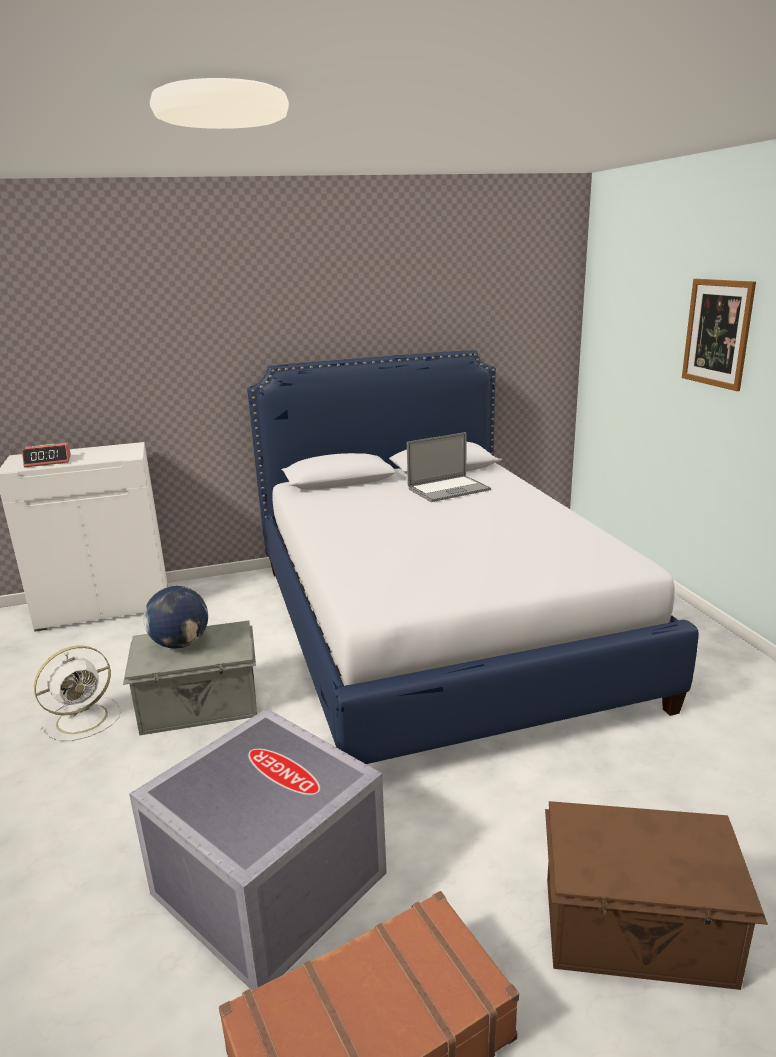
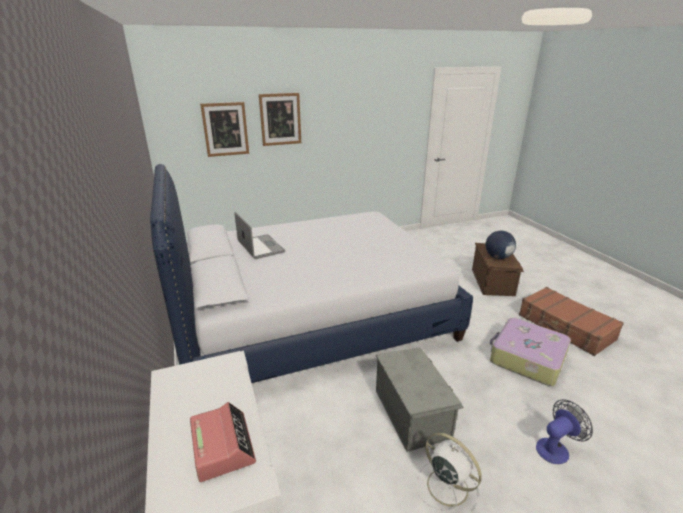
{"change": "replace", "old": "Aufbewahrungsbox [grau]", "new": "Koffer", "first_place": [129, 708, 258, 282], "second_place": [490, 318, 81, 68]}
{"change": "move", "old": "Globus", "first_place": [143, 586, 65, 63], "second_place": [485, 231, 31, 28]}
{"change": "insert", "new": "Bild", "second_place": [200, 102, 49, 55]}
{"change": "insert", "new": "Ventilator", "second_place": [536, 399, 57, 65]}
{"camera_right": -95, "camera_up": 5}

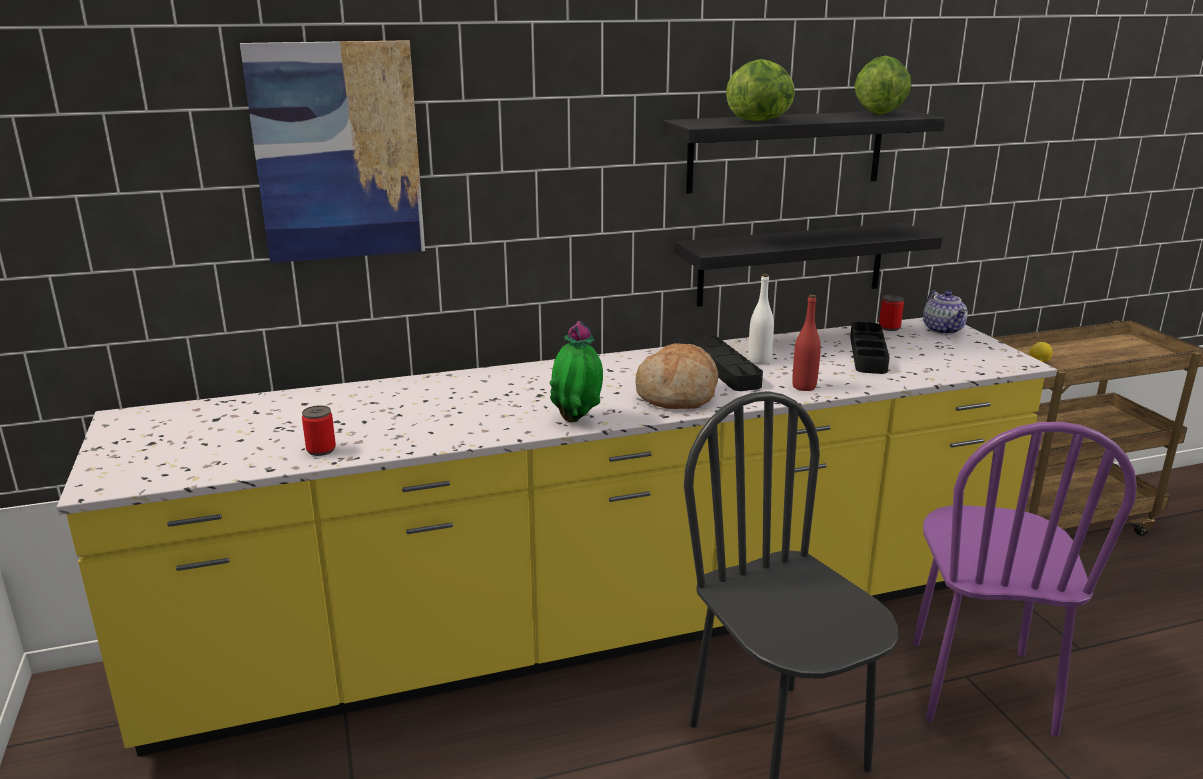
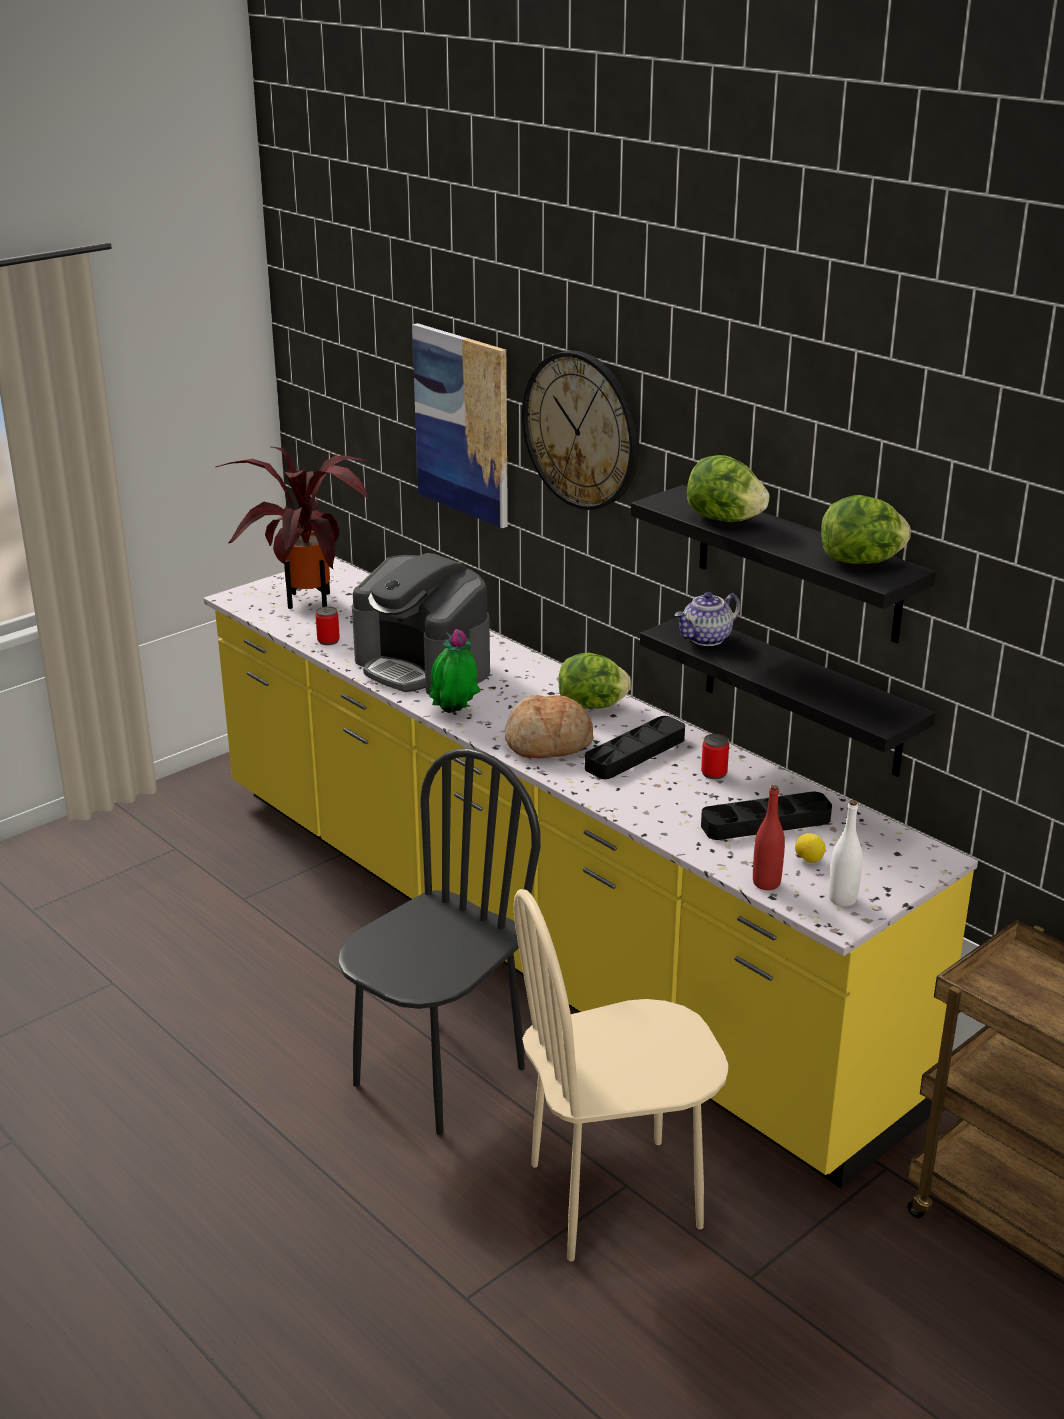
{"change": "move", "old": "Flasche [weiß]", "first_place": [748, 274, 26, 91], "second_place": [829, 800, 34, 107]}
{"change": "move", "old": "Flasche [rot]", "first_place": [792, 295, 29, 96], "second_place": [753, 785, 32, 105]}
{"change": "move", "old": "Dose", "first_place": [879, 295, 25, 36], "second_place": [701, 734, 28, 45]}
{"change": "recolor", "old": "Stuhl [lila]", "new": "Stuhl [beige]", "first_place": [913, 422, 224, 315], "second_place": [514, 889, 215, 372]}
{"change": "move", "old": "Teekanne", "first_place": [923, 291, 45, 44], "second_place": [674, 592, 67, 54]}
{"change": "move", "old": "Zitrone", "first_place": [1029, 342, 24, 20], "second_place": [795, 833, 30, 30]}
{"change": "insert", "new": "Topfpflanze", "second_place": [216, 447, 152, 162]}
{"change": "insert", "new": "Kaffeemaschine", "second_place": [352, 553, 138, 142]}
{"change": "insert", "new": "Wanduhr", "second_place": [522, 351, 117, 159]}
{"change": "insert", "new": "Salatkopf", "second_place": [559, 653, 72, 56]}
{"camera_right": 65, "camera_up": 5}

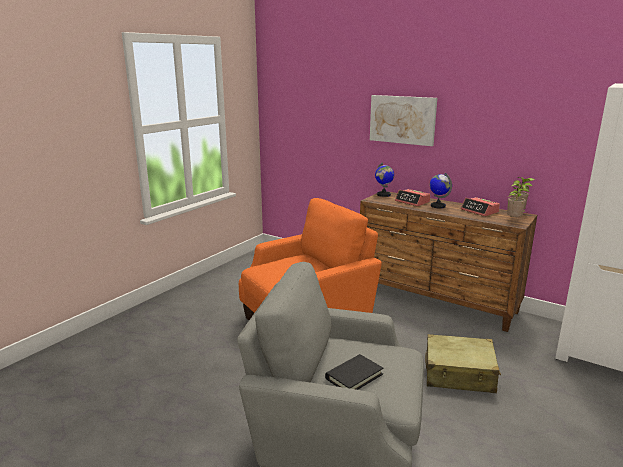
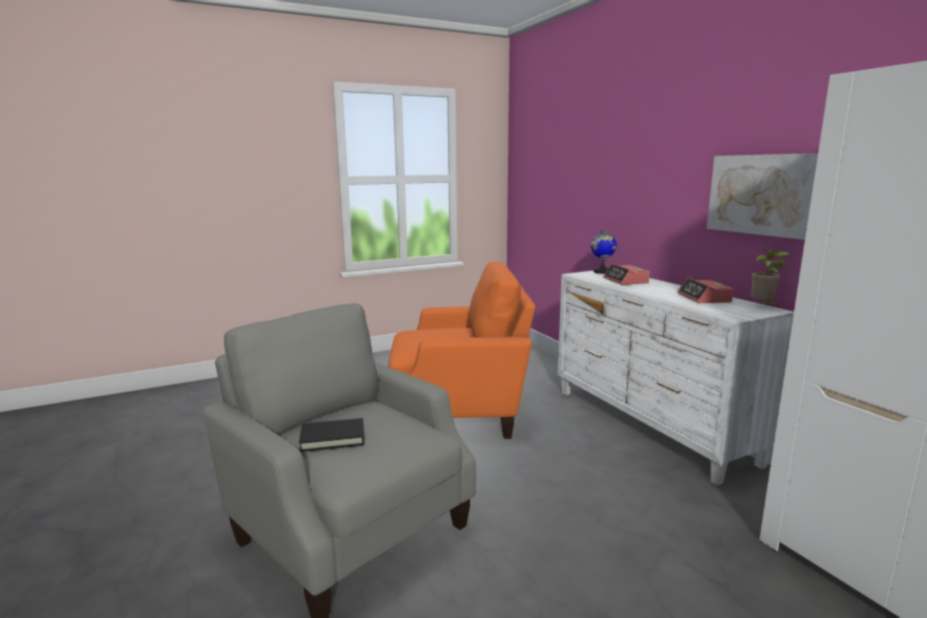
{"change": "recolor", "old": "Kommode [braun]", "new": "Kommode [weiß]", "first_place": [360, 192, 177, 140], "second_place": [558, 271, 236, 215]}
{"change": "move", "old": "Bild", "first_place": [370, 95, 67, 51], "second_place": [707, 153, 111, 87]}
{"change": "delete", "old": "Koffer [beige]", "first_place": [425, 334, 76, 59]}
{"change": "delete", "old": "Globus", "first_place": [430, 173, 22, 35]}
{"change": "delete", "old": "Topfpflanze", "first_place": [507, 181, 19, 36]}
{"camera_right": 30, "camera_up": -5}

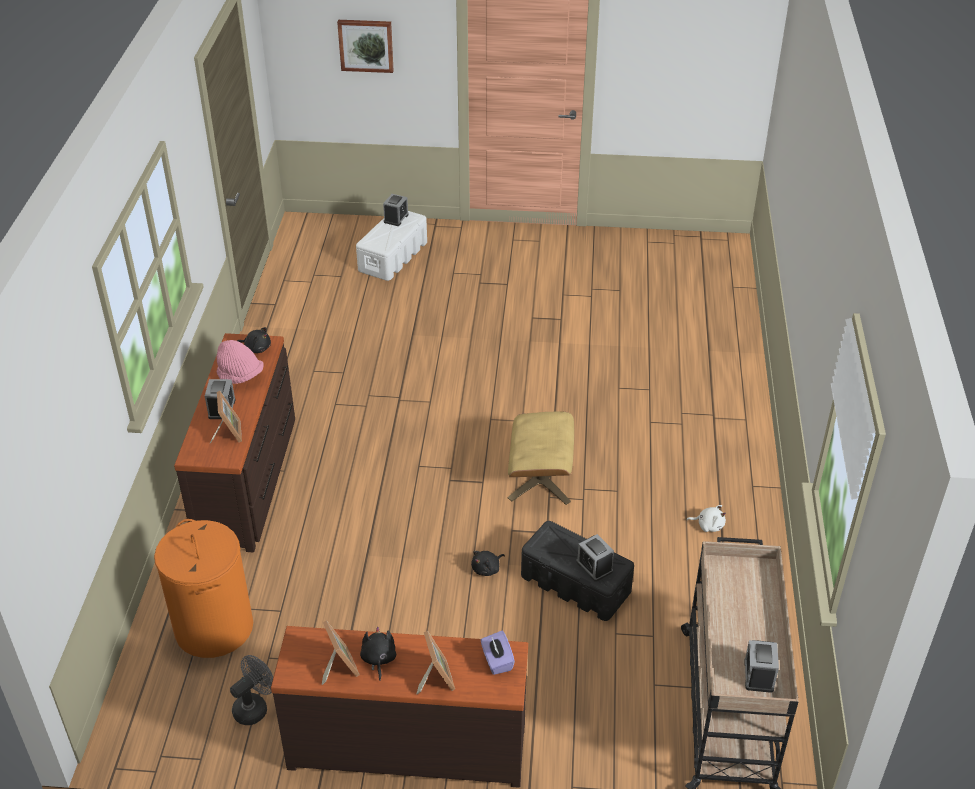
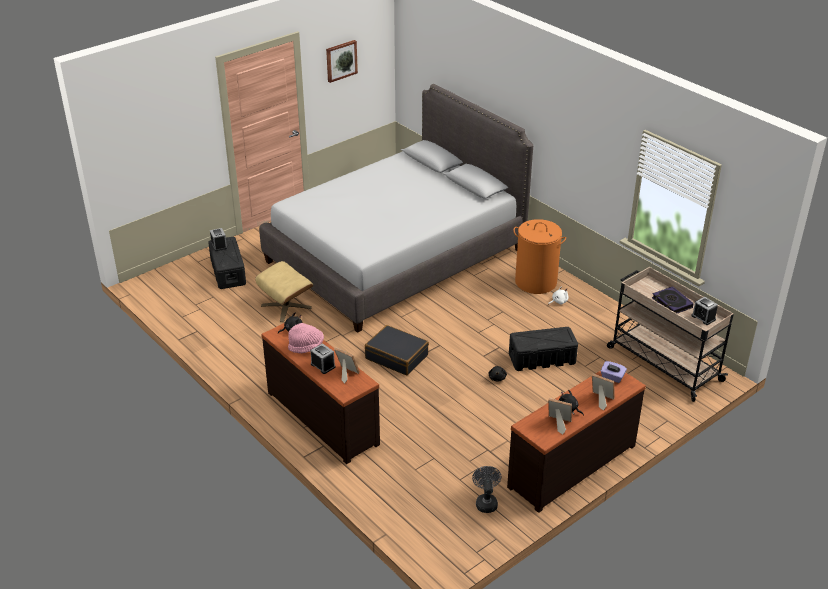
{"change": "move", "old": "Wäschekorb [orange]", "first_place": [154, 519, 99, 139], "second_place": [513, 219, 53, 75]}
{"change": "move", "old": "Bild", "first_place": [337, 20, 57, 53], "second_place": [326, 40, 32, 43]}
{"change": "recolor", "old": "Aufbewahrungsbox [weiß]", "new": "Aufbewahrungsbox [schwarz]", "first_place": [356, 211, 71, 70], "second_place": [208, 237, 38, 52]}
{"change": "move", "old": "Polsterhocker [beige]", "first_place": [508, 412, 66, 93], "second_place": [255, 261, 58, 61]}
{"change": "delete", "old": "Wecker", "first_place": [576, 534, 38, 48]}
{"change": "insert", "new": "Bett [grau]", "second_place": [259, 84, 274, 249]}
{"change": "insert", "new": "Koffer [schwarz]", "second_place": [365, 325, 64, 51]}
{"change": "insert", "new": "Buch", "second_place": [652, 286, 42, 27]}
{"camera_right": -45, "camera_up": -5}

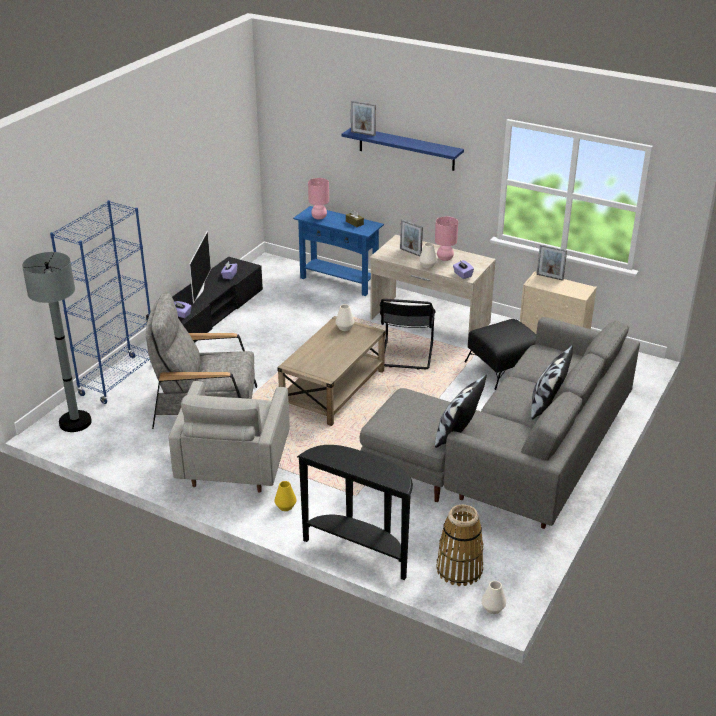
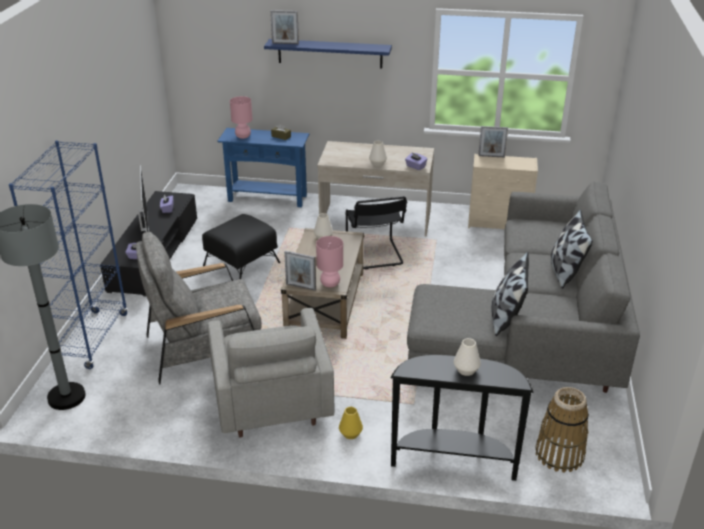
{"change": "move", "old": "Bilderrahmen", "first_place": [400, 219, 23, 37], "second_place": [284, 251, 32, 40]}
{"change": "move", "old": "Tischlampe [rosa]", "first_place": [435, 216, 23, 45], "second_place": [316, 236, 27, 52]}
{"change": "move", "old": "Polsterhocker [schwarz]", "first_place": [465, 319, 71, 71], "second_place": [202, 214, 78, 65]}
{"change": "move", "old": "Vase [weiß]", "first_place": [481, 581, 25, 33], "second_place": [454, 338, 27, 38]}
{"camera_right": -20, "camera_up": 0}

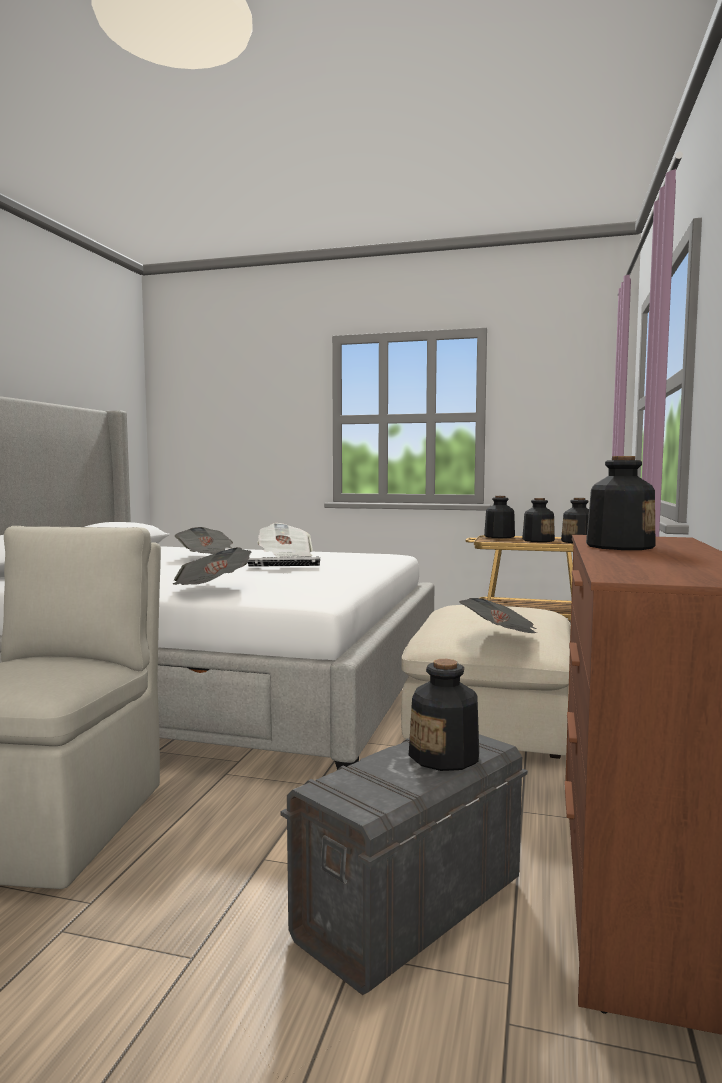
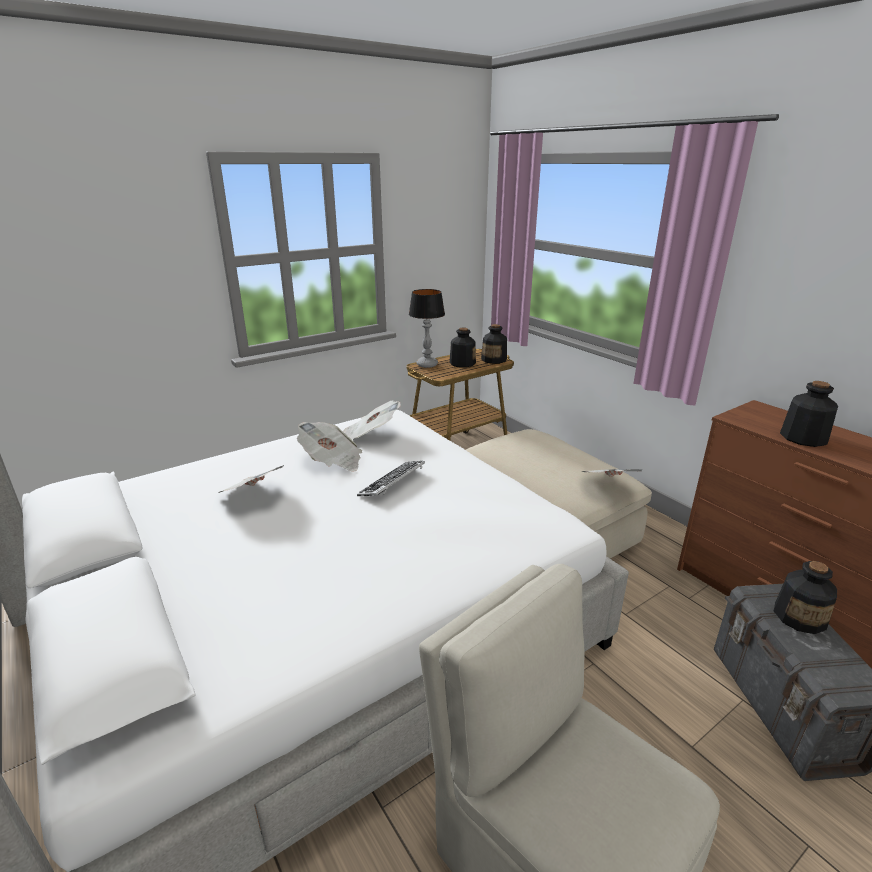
{"change": "move", "old": "Zeitung", "first_place": [173, 547, 79, 38], "second_place": [343, 400, 58, 40]}
{"change": "replace", "old": "Flasche", "new": "Tischlampe", "first_place": [484, 496, 31, 42], "second_place": [409, 289, 36, 79]}
{"camera_right": -50, "camera_up": 20}

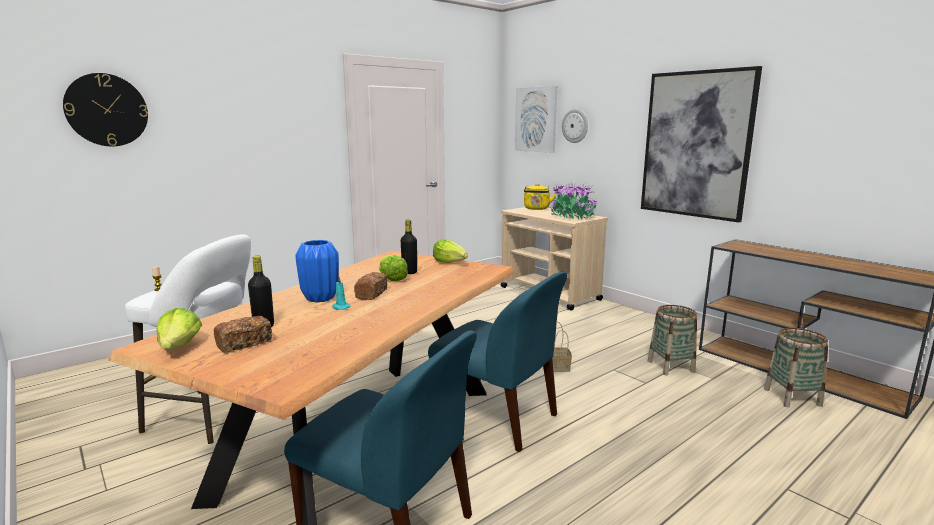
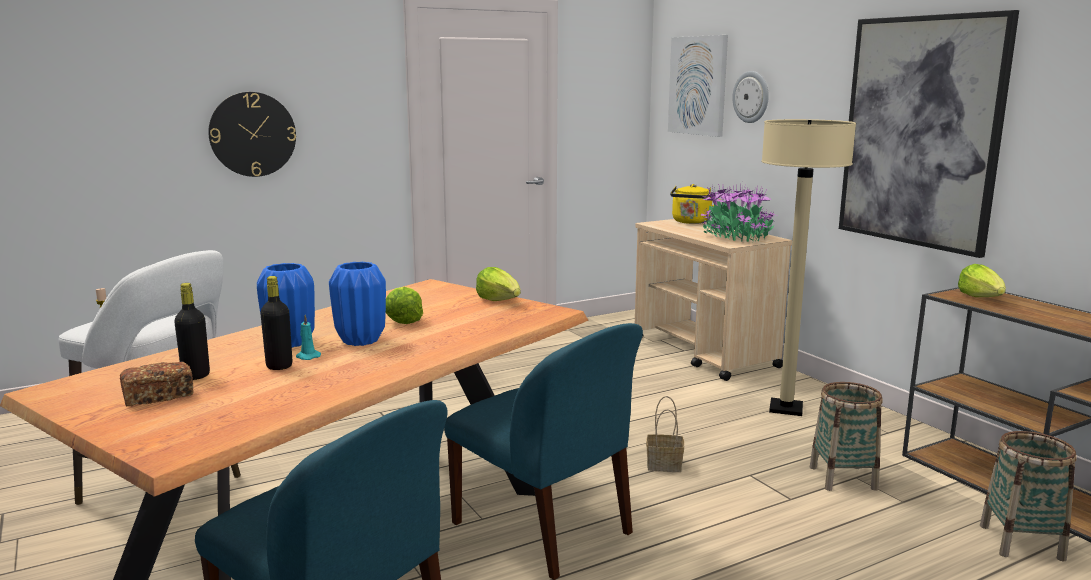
{"change": "move", "old": "Wanduhr", "first_place": [63, 73, 85, 73], "second_place": [208, 92, 88, 85]}
{"change": "move", "old": "Salatkopf", "first_place": [157, 308, 45, 42], "second_place": [958, 264, 48, 33]}
{"change": "replace", "old": "Brot", "new": "Vase [blau]", "first_place": [354, 272, 34, 28], "second_place": [329, 262, 57, 84]}
{"change": "move", "old": "Flasche [schwarz]", "first_place": [401, 220, 16, 54], "second_place": [260, 276, 32, 94]}
{"change": "insert", "new": "Stehlampe [beige]", "second_place": [761, 119, 95, 297]}
{"camera_right": 10, "camera_up": 0}

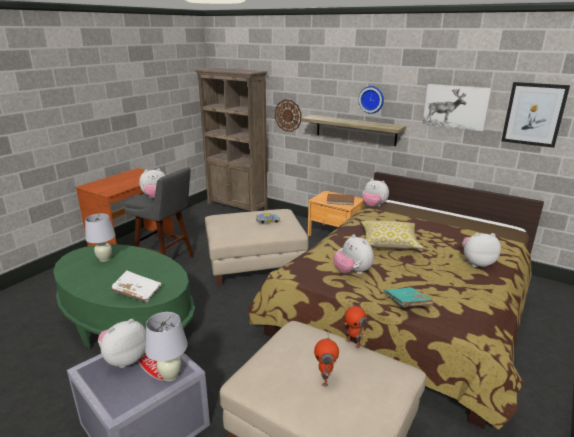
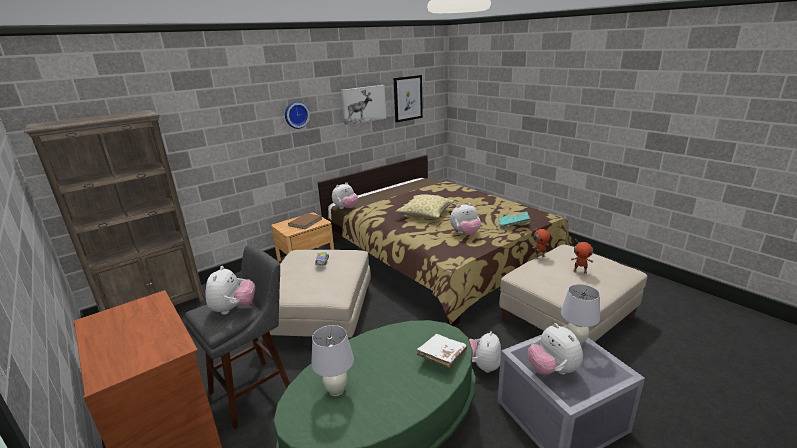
{"change": "delete", "old": "Wanduhr", "first_place": [275, 99, 27, 33]}
{"change": "delete", "old": "Wandregal", "first_place": [301, 115, 105, 31]}
{"change": "move", "old": "Plüschtier", "first_place": [462, 233, 39, 34], "second_place": [469, 331, 32, 42]}
{"camera_right": -70, "camera_up": 0}

